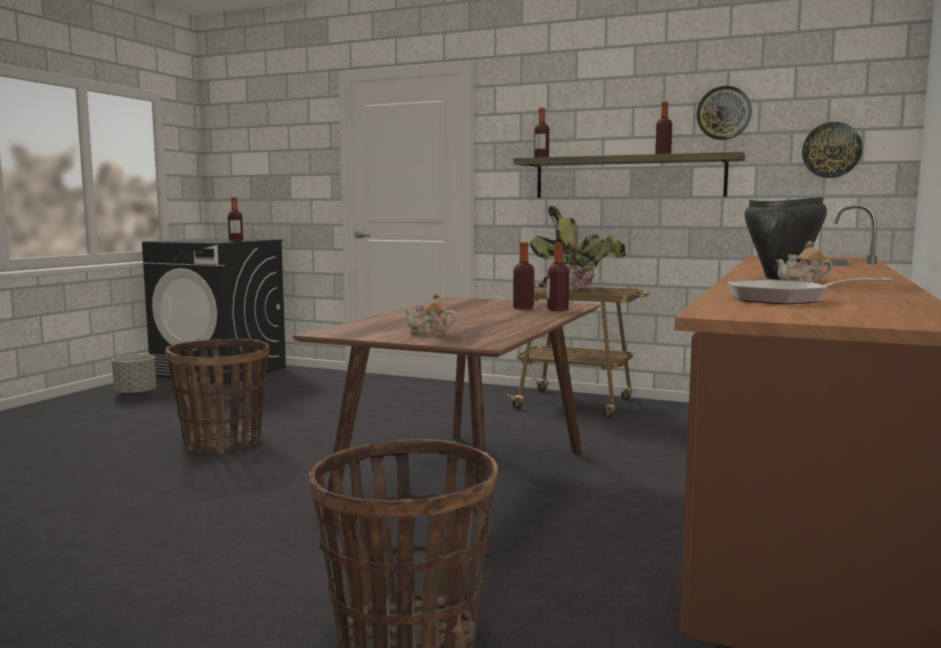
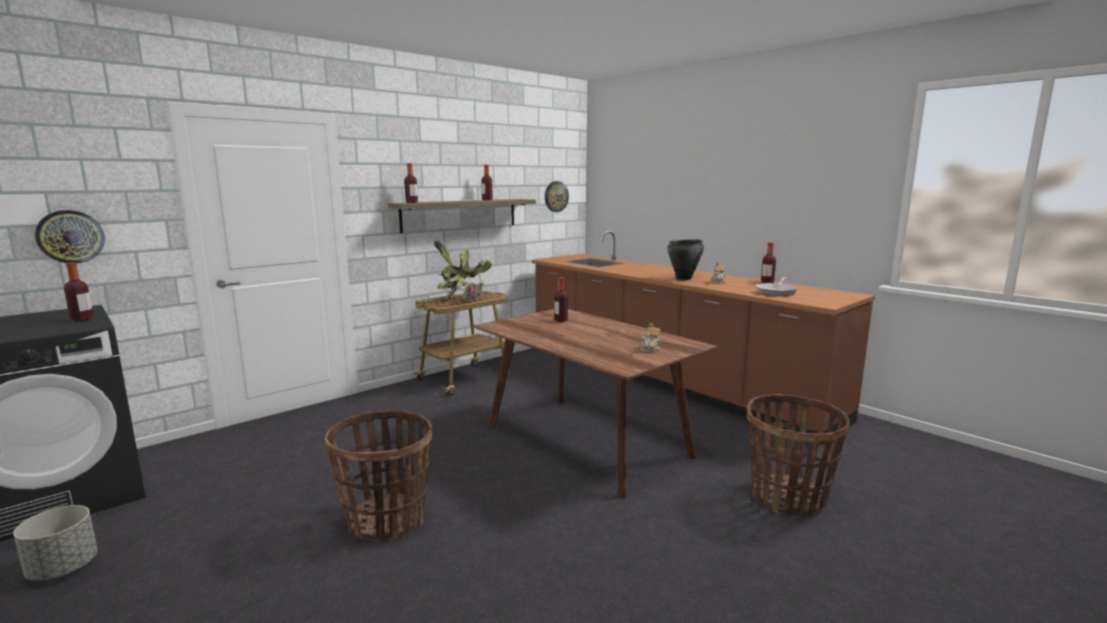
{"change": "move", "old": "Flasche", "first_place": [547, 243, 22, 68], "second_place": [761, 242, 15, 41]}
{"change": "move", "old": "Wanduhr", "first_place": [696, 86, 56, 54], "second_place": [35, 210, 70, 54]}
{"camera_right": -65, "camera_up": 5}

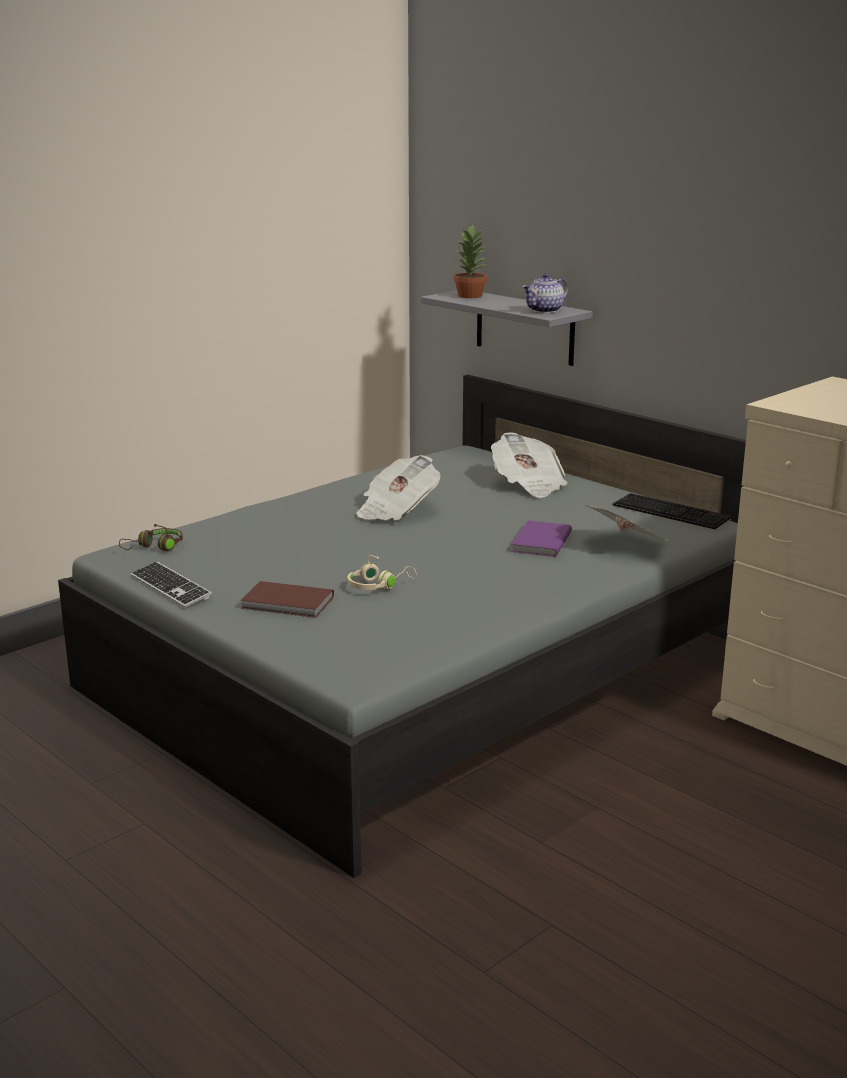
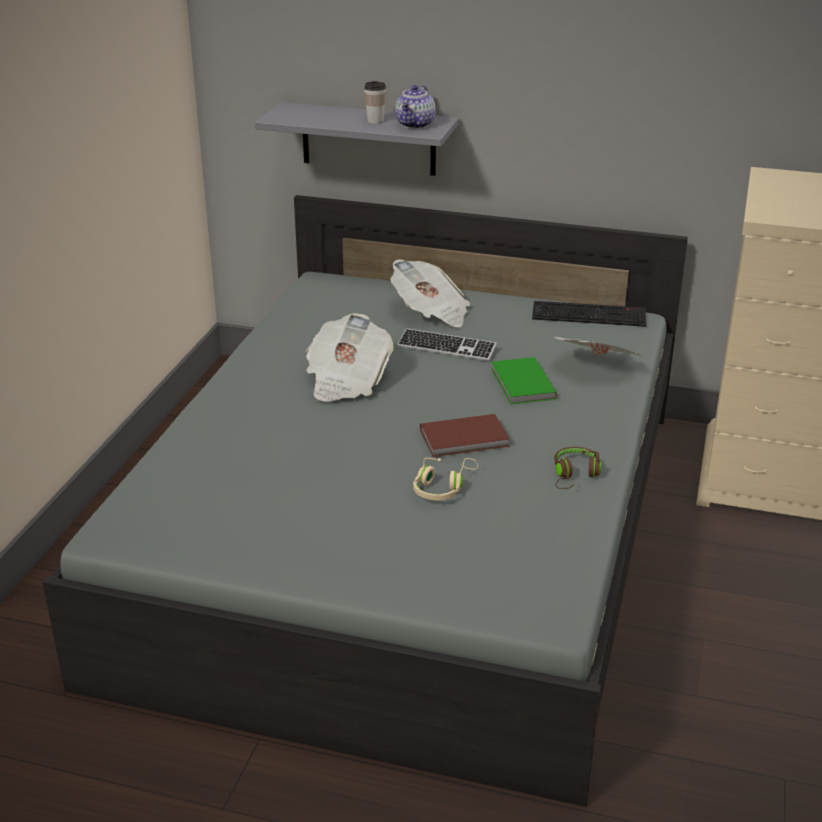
{"change": "move", "old": "Kopfhörer [braun]", "first_place": [119, 524, 64, 27], "second_place": [554, 447, 48, 42]}
{"change": "move", "old": "Tastatur", "first_place": [131, 561, 81, 46], "second_place": [397, 328, 100, 33]}
{"change": "move", "old": "Buch [braun]", "first_place": [241, 581, 93, 37], "second_place": [420, 414, 90, 43]}
{"change": "delete", "old": "Topfpflanze", "first_place": [454, 225, 33, 73]}
{"change": "recolor", "old": "Buch [lila]", "new": "Buch [grün]", "first_place": [511, 520, 61, 37], "second_place": [491, 357, 67, 47]}
{"change": "insert", "new": "Tasse", "second_place": [364, 81, 22, 42]}
{"camera_right": -30, "camera_up": 10}

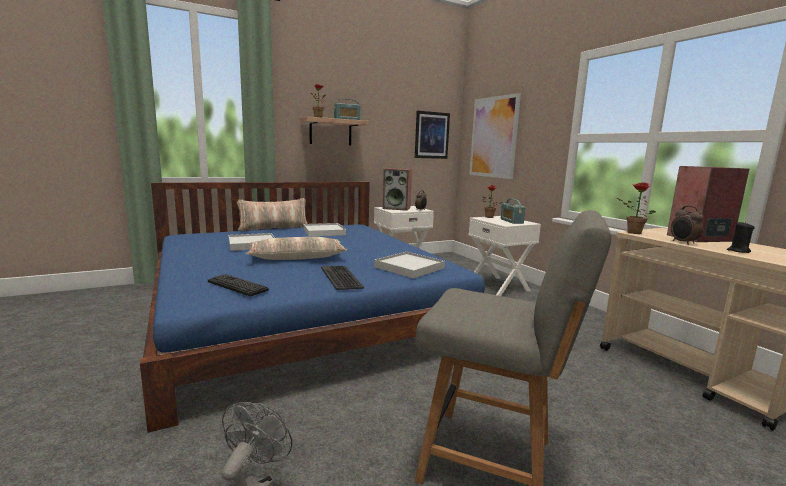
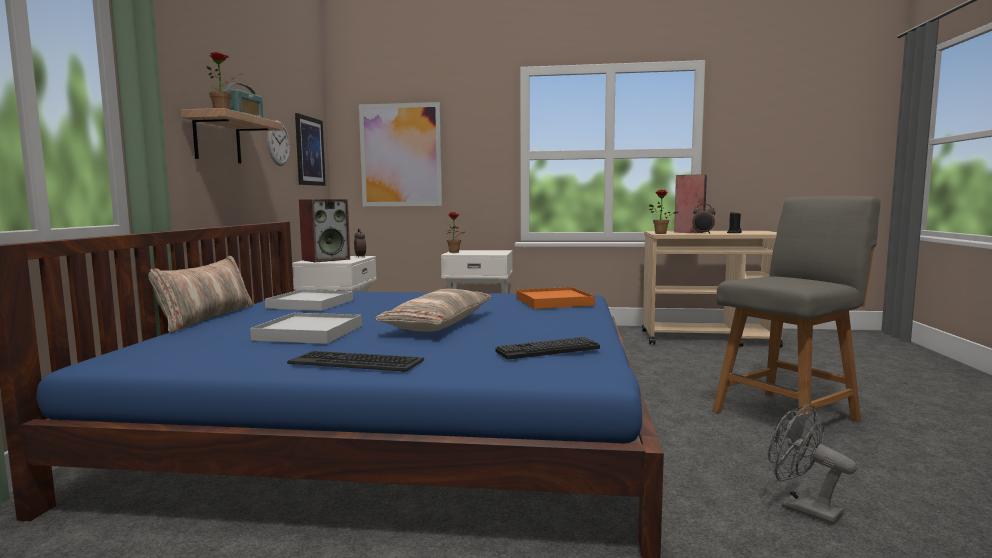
{"change": "move", "old": "Tastatur", "first_place": [321, 266, 43, 24], "second_place": [287, 351, 137, 21]}
{"change": "recolor", "old": "Tablett [weiß]", "new": "Tablett [orange]", "first_place": [374, 252, 71, 27], "second_place": [516, 287, 79, 22]}
{"change": "delete", "old": "Radio", "first_place": [501, 199, 25, 25]}
{"change": "insert", "new": "Wanduhr", "second_place": [267, 121, 23, 45]}
{"camera_right": -55, "camera_up": -5}

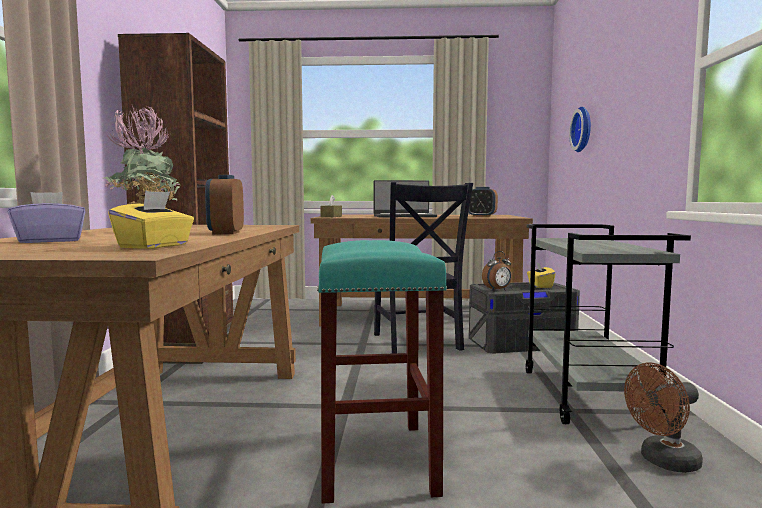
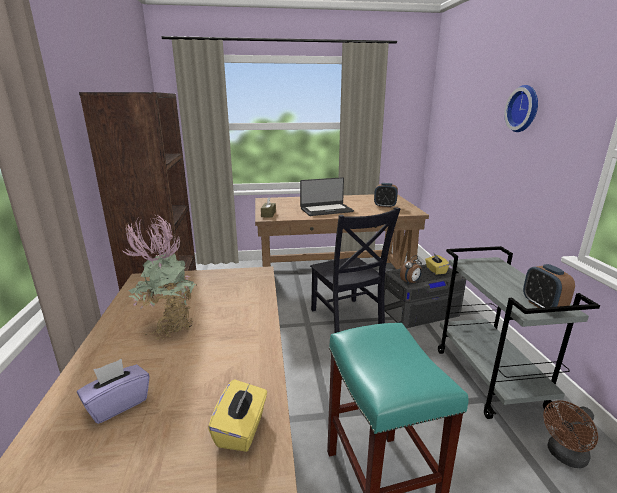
{"change": "move", "old": "Wecker", "first_place": [205, 175, 39, 59], "second_place": [523, 264, 52, 44]}
{"change": "move", "old": "Wanduhr", "first_place": [569, 107, 22, 45], "second_place": [504, 85, 34, 47]}
{"camera_right": -10, "camera_up": 15}

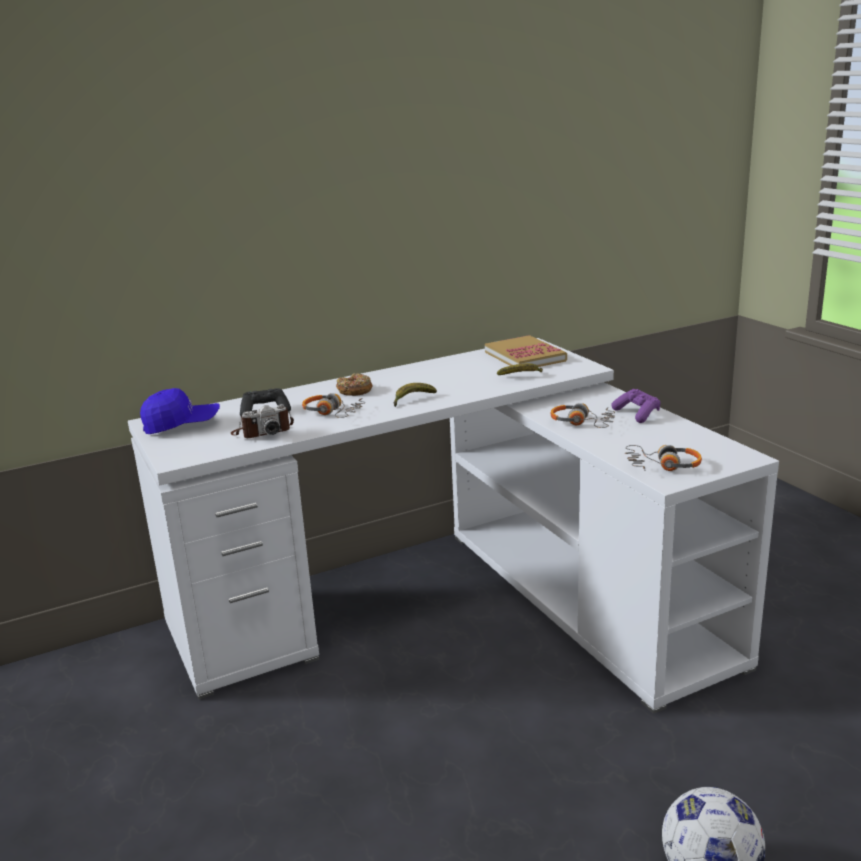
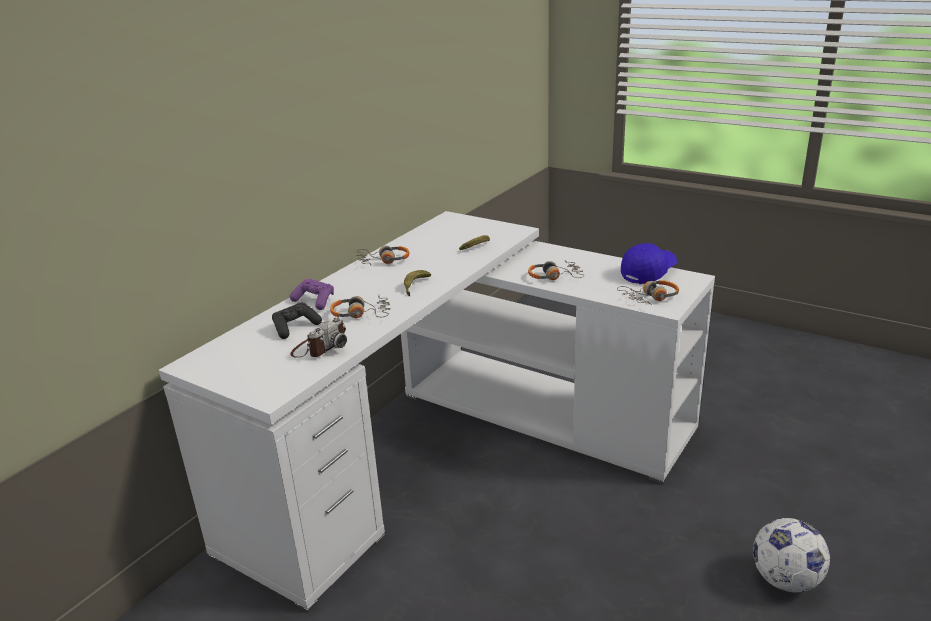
{"change": "move", "old": "Kappe [blau]", "first_place": [140, 388, 80, 46], "second_place": [621, 243, 56, 41]}
{"change": "delete", "old": "Donut", "first_place": [336, 373, 36, 23]}
{"change": "delete", "old": "Buch", "first_place": [485, 335, 82, 32]}
{"change": "move", "old": "Gamepad [lila]", "first_place": [611, 389, 50, 34], "second_place": [290, 279, 44, 31]}
{"change": "insert", "new": "Kopfhörer", "second_place": [356, 246, 53, 19]}
{"camera_right": -30, "camera_up": 5}

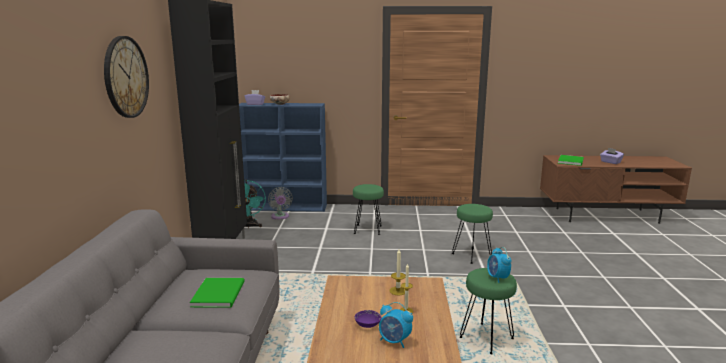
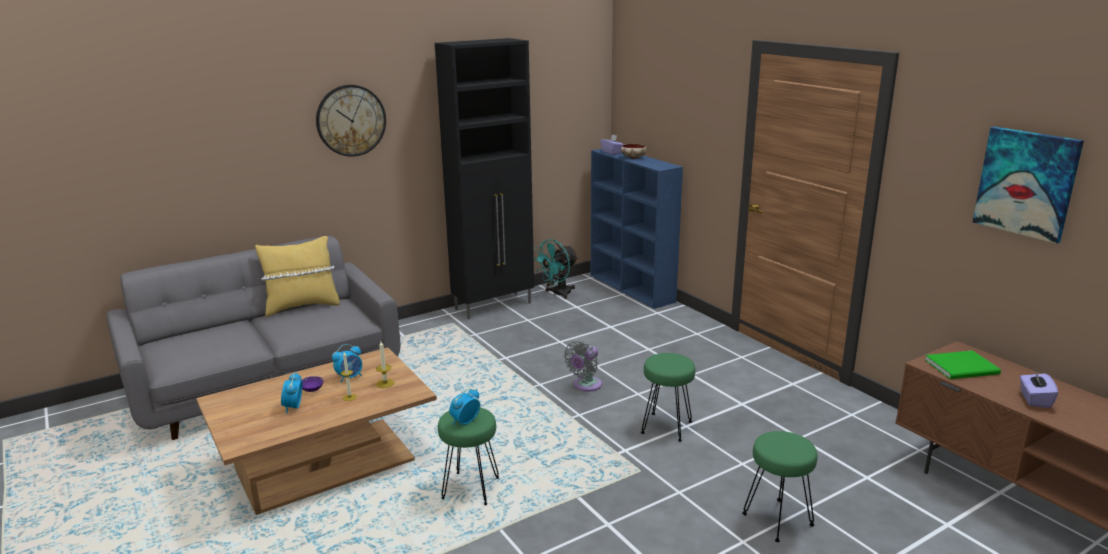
{"change": "delete", "old": "Buch [grün]", "first_place": [190, 278, 55, 30]}
{"change": "move", "old": "Ventilator [grau]", "first_place": [268, 187, 25, 33], "second_place": [564, 341, 38, 51]}
{"change": "move", "old": "Hocker [grün]", "first_place": [353, 184, 31, 51], "second_place": [742, 431, 75, 111]}
{"change": "insert", "new": "Kissen [gelb]", "second_place": [255, 236, 85, 81]}
{"change": "insert", "new": "Wecker", "second_place": [332, 344, 30, 39]}
{"change": "insert", "new": "Bild", "second_place": [973, 127, 111, 117]}
{"camera_right": 55, "camera_up": 5}

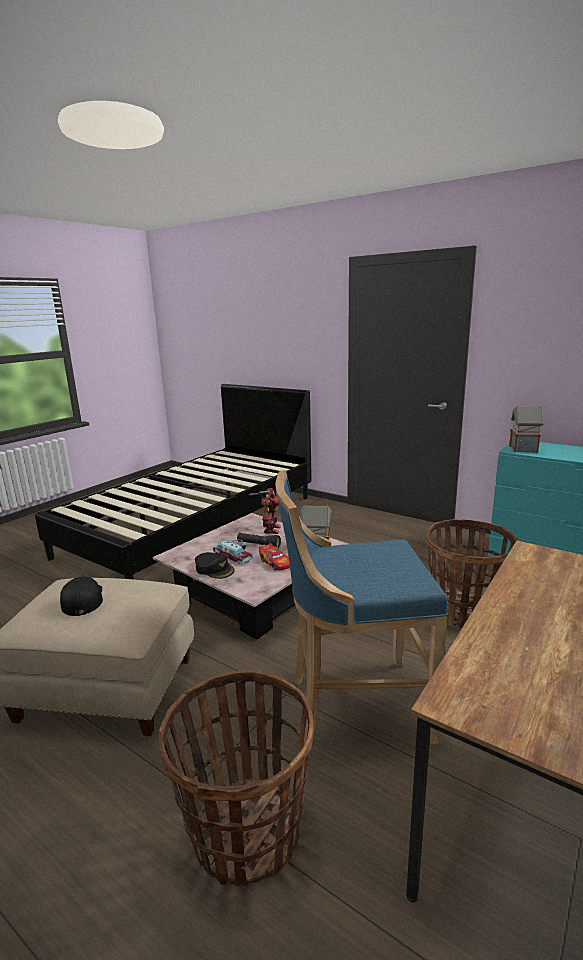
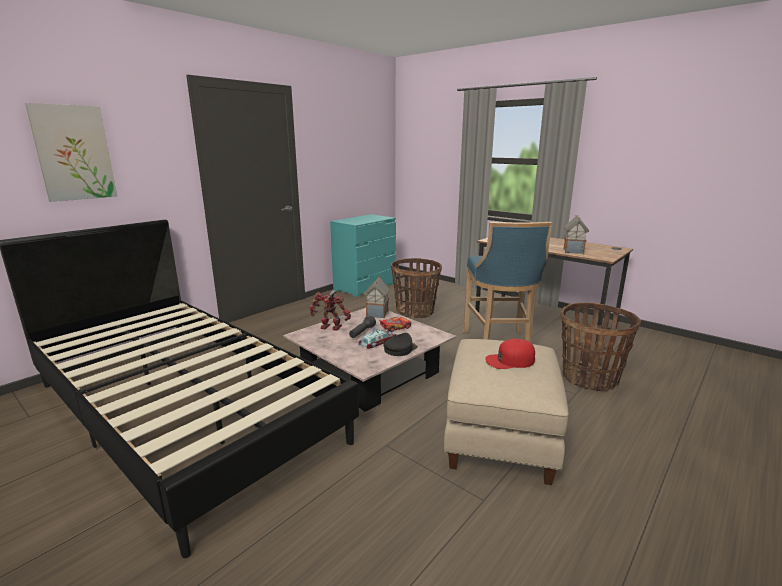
{"change": "recolor", "old": "Kappe [schwarz]", "new": "Kappe [rot]", "first_place": [60, 577, 43, 39], "second_place": [485, 339, 50, 30]}
{"change": "move", "old": "Spielzeughaus", "first_place": [509, 405, 35, 48], "second_place": [563, 215, 26, 39]}
{"change": "insert", "new": "Bild", "second_place": [25, 103, 92, 99]}
{"camera_right": -85, "camera_up": 0}

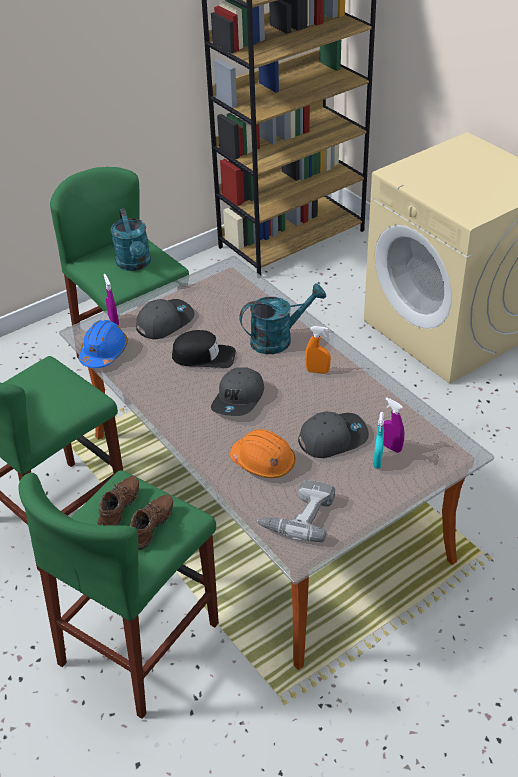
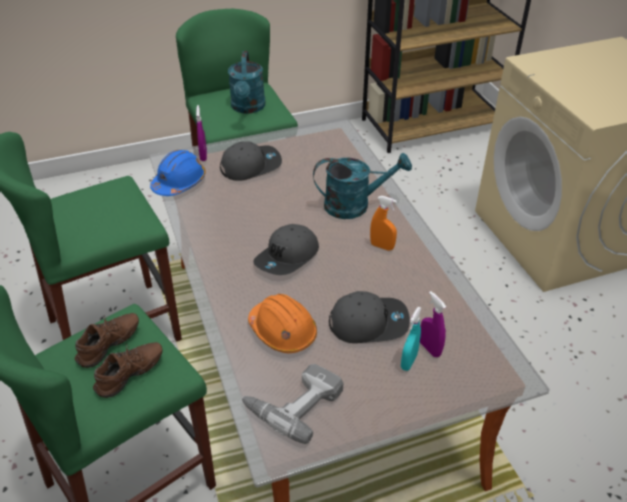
{"change": "delete", "old": "Kappe [schwarz]", "first_place": [172, 330, 64, 38]}
{"camera_right": 15, "camera_up": 0}

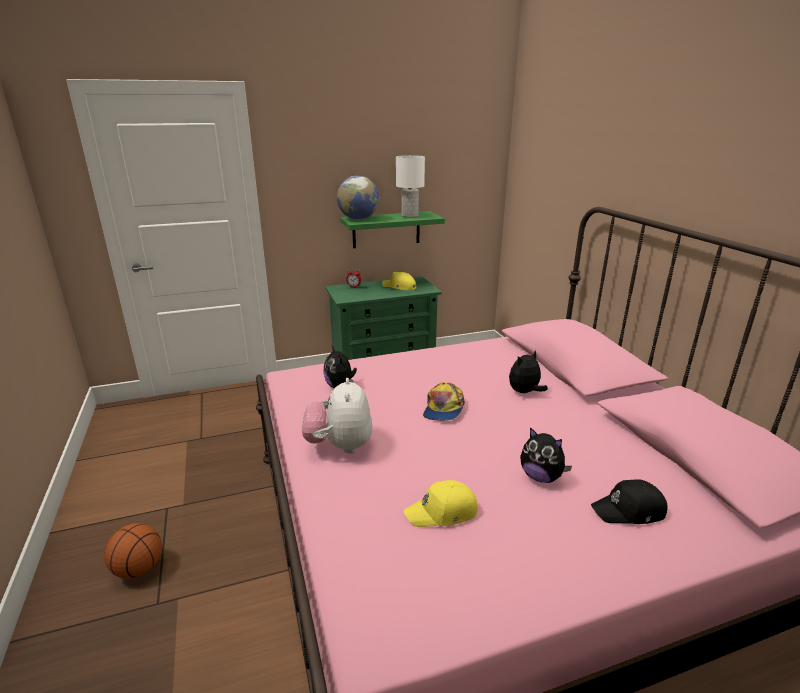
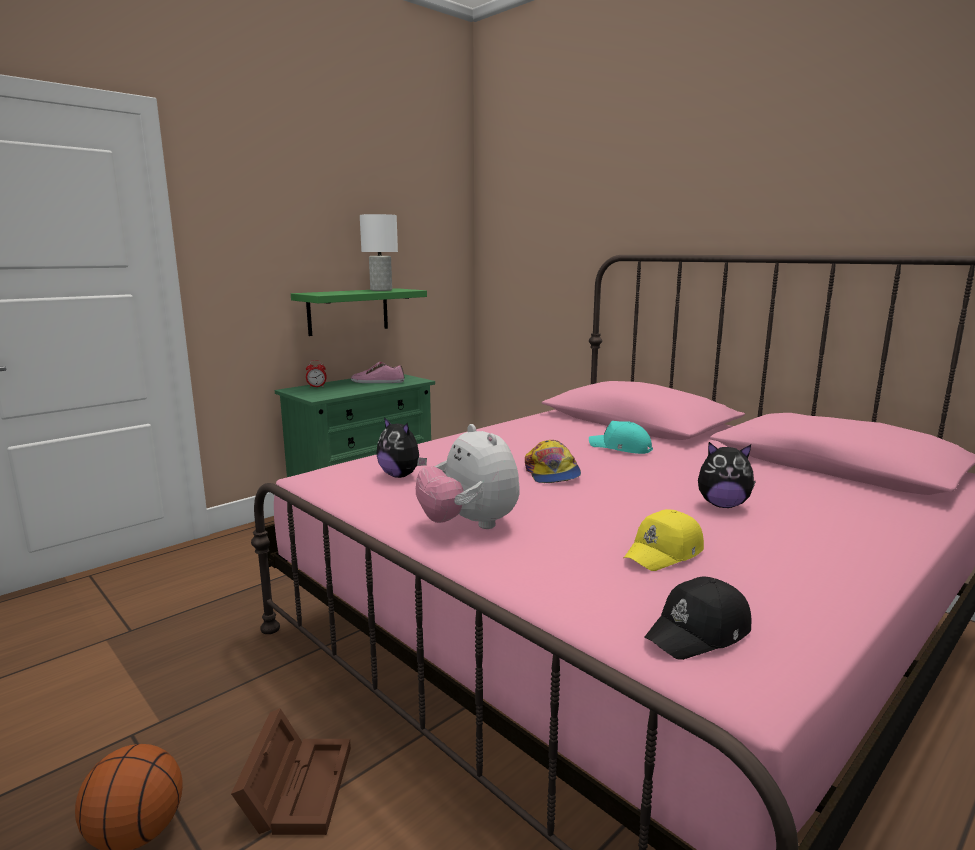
{"change": "delete", "old": "Globus", "first_place": [337, 176, 42, 44]}
{"change": "replace", "old": "Kappe [gelb]", "new": "Schuh", "first_place": [382, 272, 35, 18], "second_place": [351, 362, 54, 21]}
{"change": "replace", "old": "Plüschtier", "new": "Kappe [türkis]", "first_place": [509, 350, 39, 43], "second_place": [589, 421, 64, 33]}
{"change": "move", "old": "Kappe [schwarz]", "first_place": [591, 479, 77, 45], "second_place": [644, 577, 107, 83]}
{"change": "insert", "new": "Aufbewahrungsbox [braun]", "second_place": [231, 708, 120, 127]}
{"camera_right": -25, "camera_up": -10}

